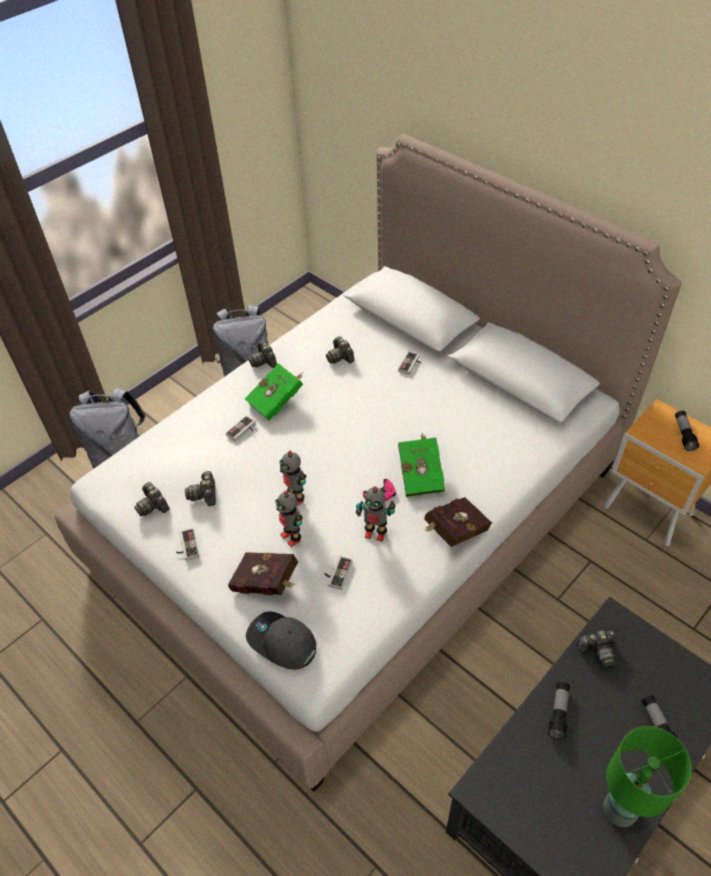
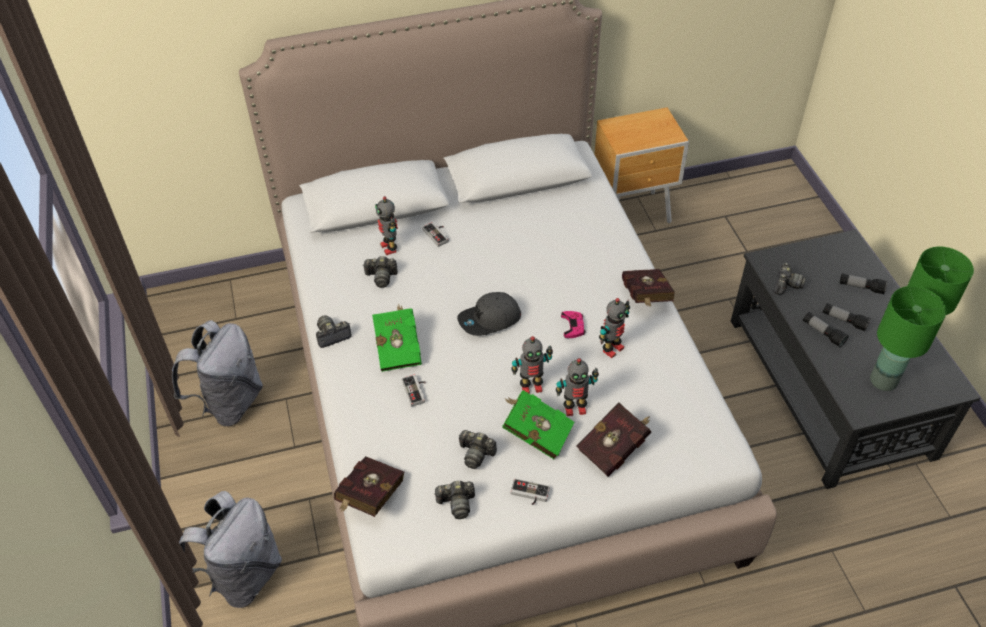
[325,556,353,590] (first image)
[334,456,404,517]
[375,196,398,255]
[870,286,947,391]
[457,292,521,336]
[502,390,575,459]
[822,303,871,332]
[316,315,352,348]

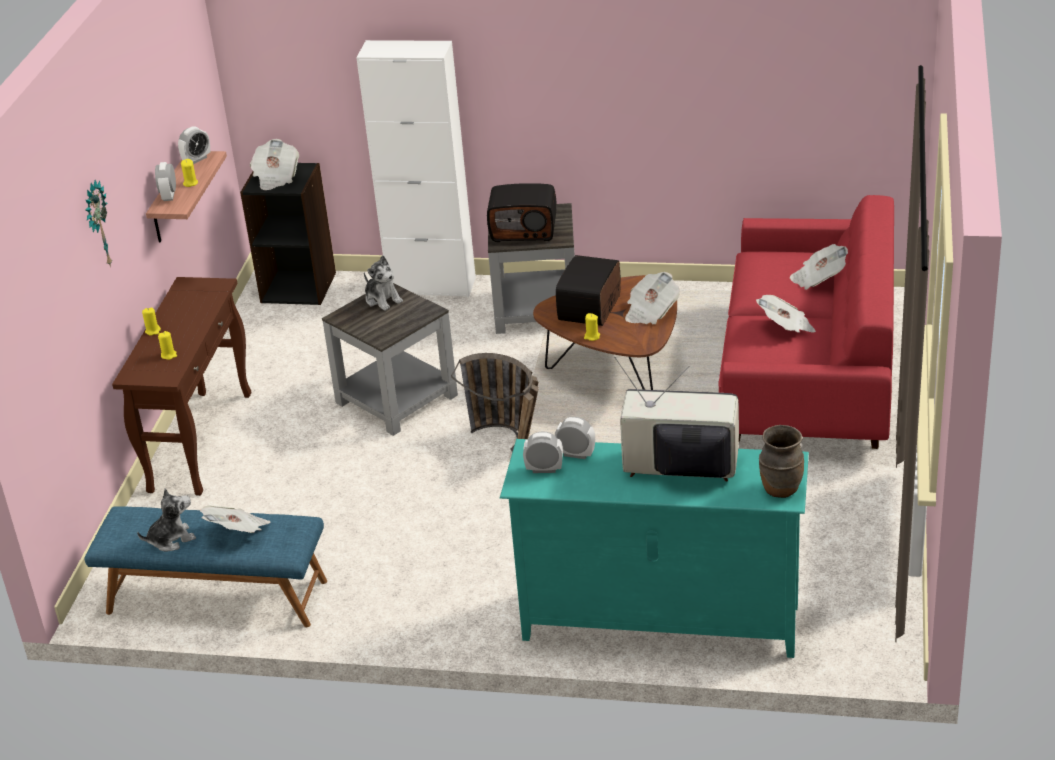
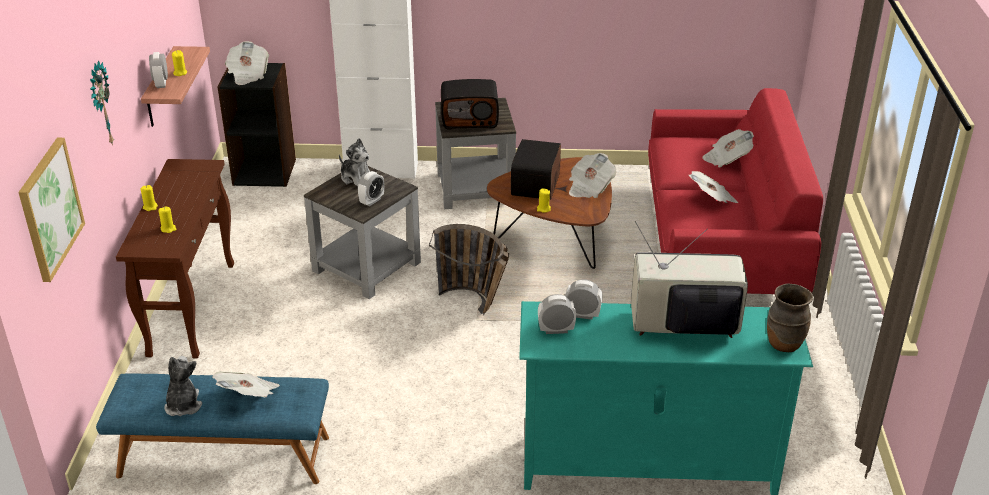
[18,138,85,282]
[358,171,384,206]
[164,356,202,416]

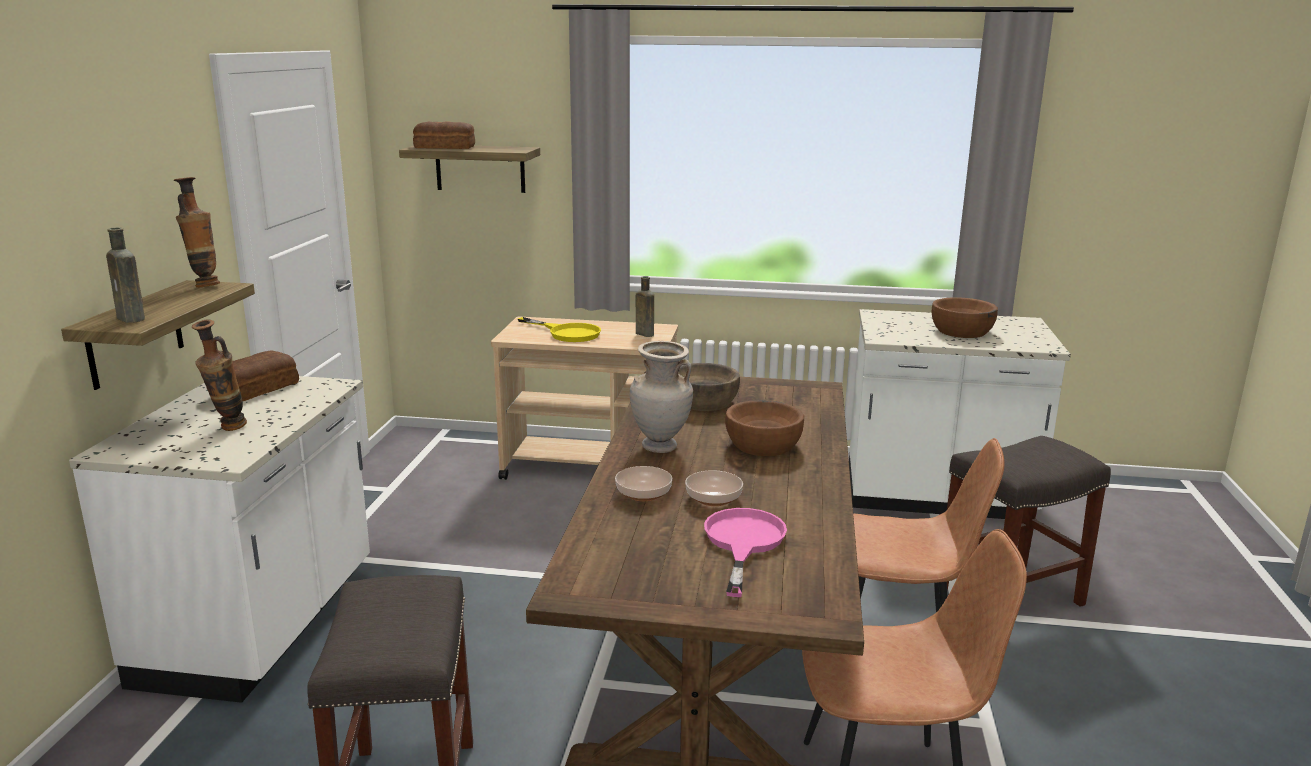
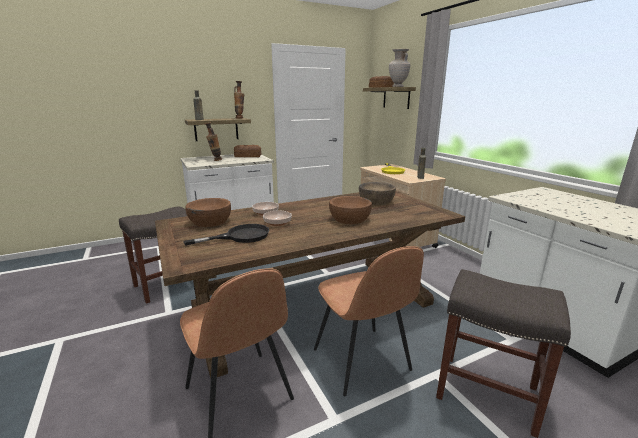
[389,49,410,87]
[185,198,231,227]
[183,224,269,246]

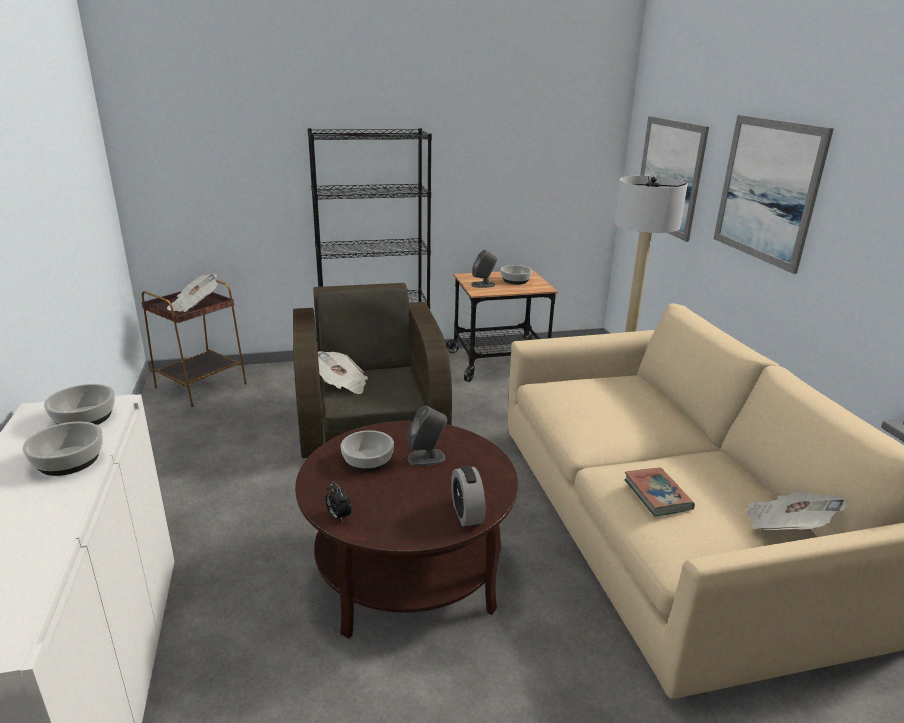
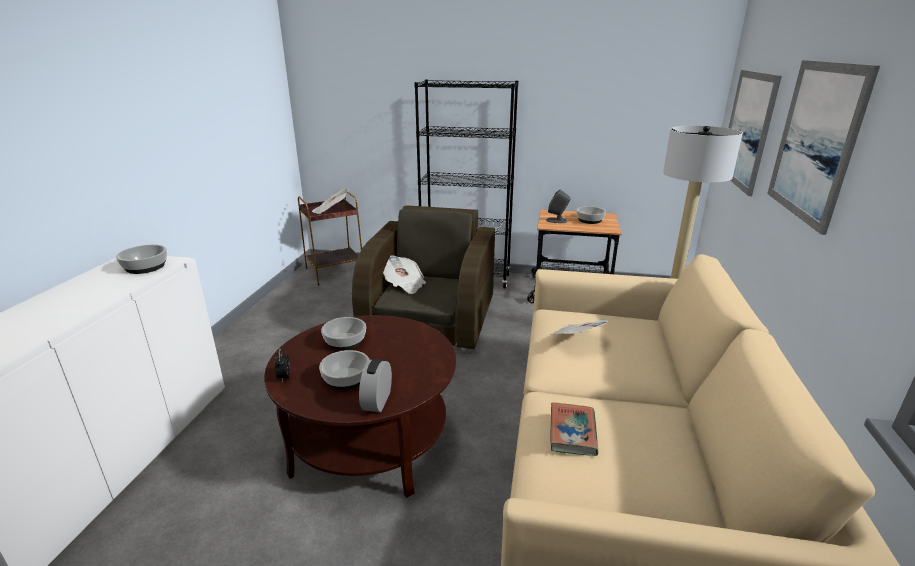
[407,406,447,466] (first image)
[319,350,370,390]
[549,319,610,335]

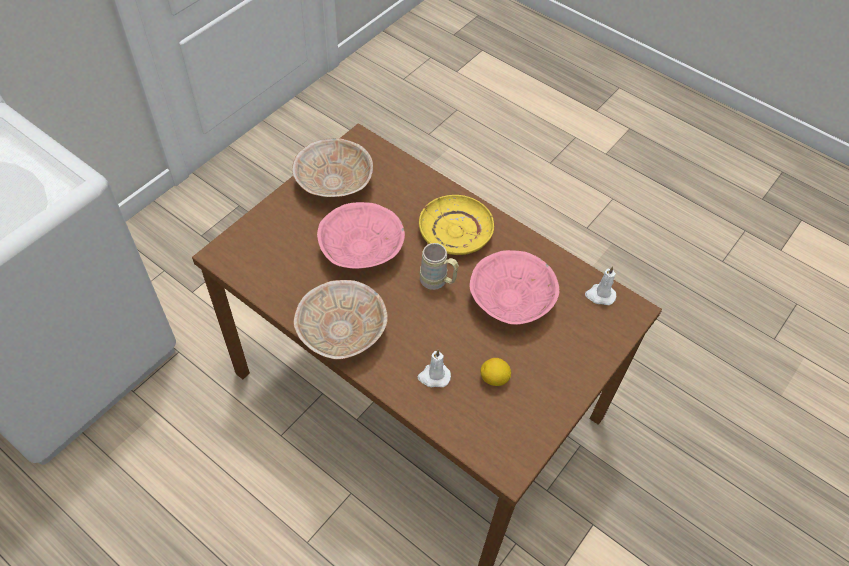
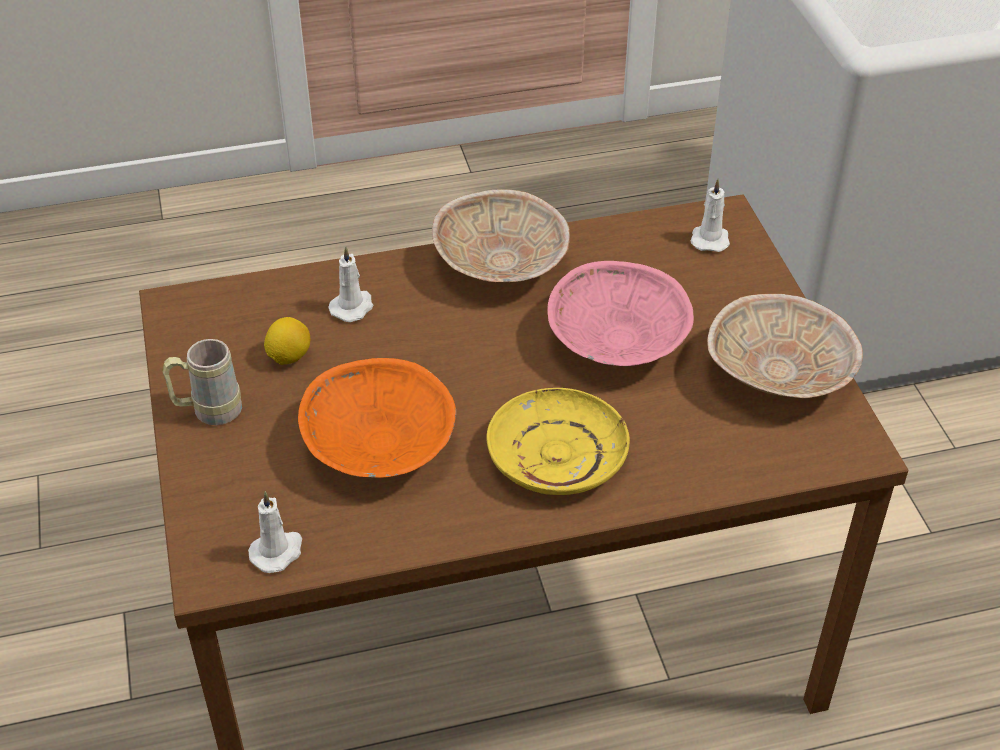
[691,179,730,252]
[162,339,242,425]
[298,358,456,478]

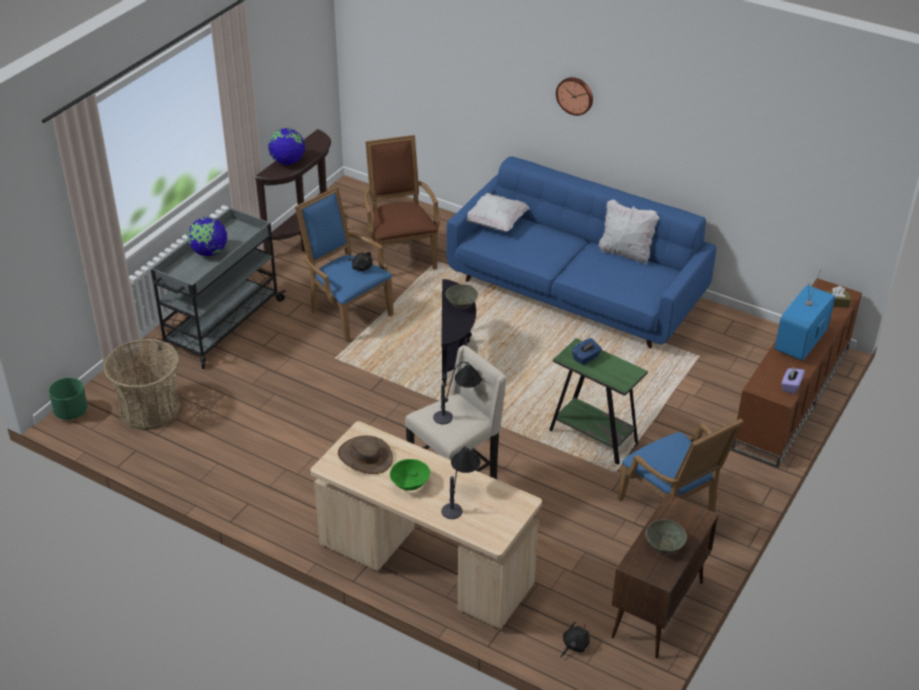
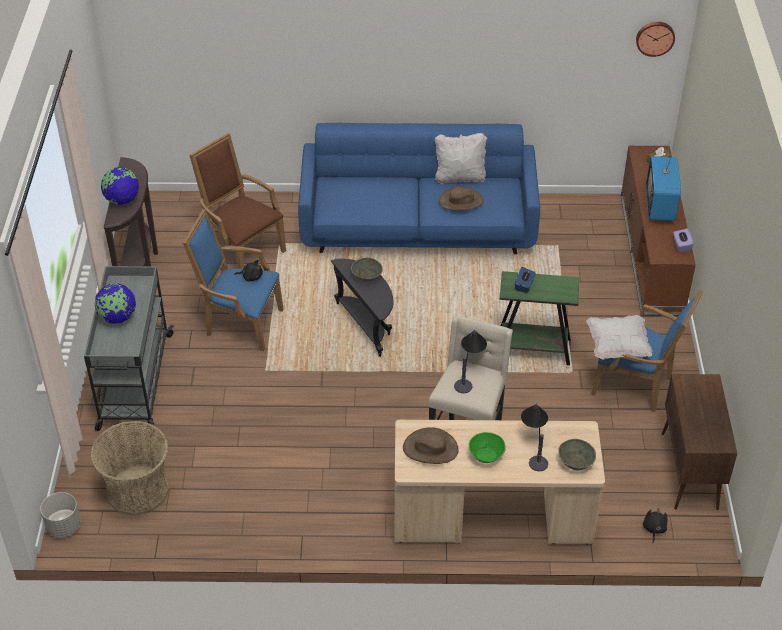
[439,186,484,211]
[586,315,652,360]
[636,22,675,57]
[559,439,596,470]
[40,492,81,538]

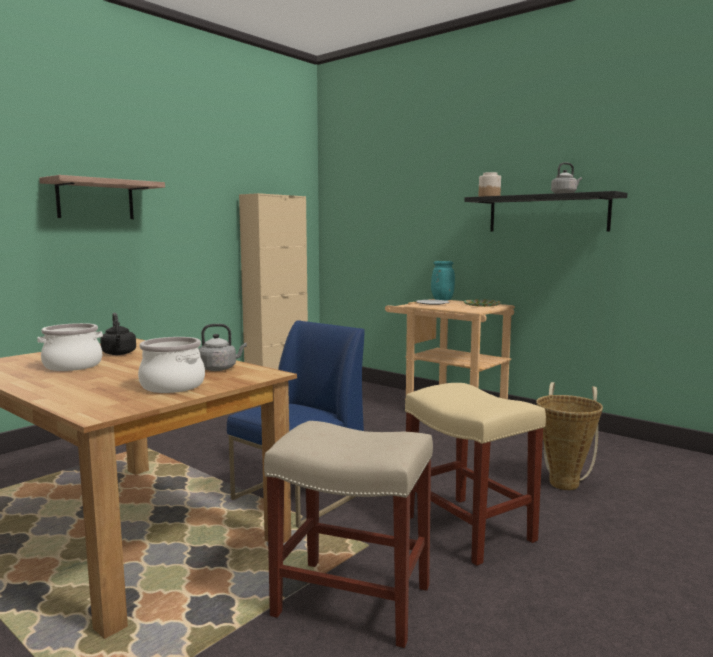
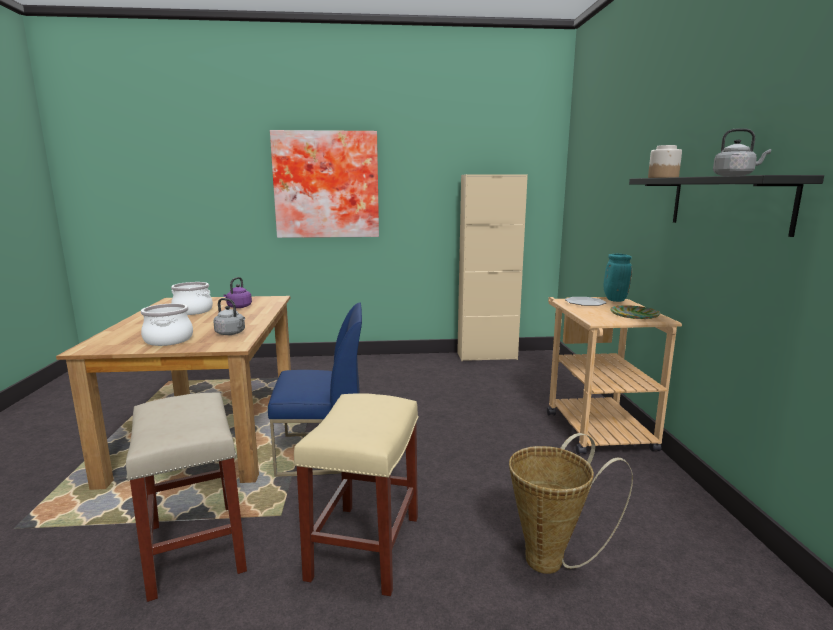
[270,130,379,238]
[223,277,252,308]

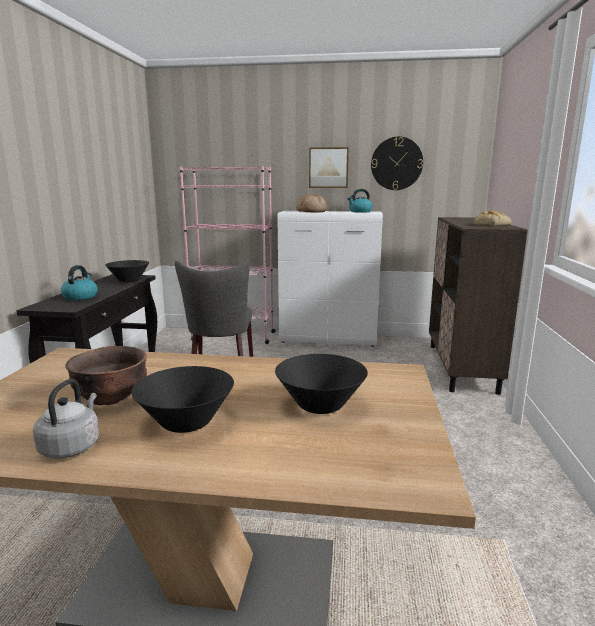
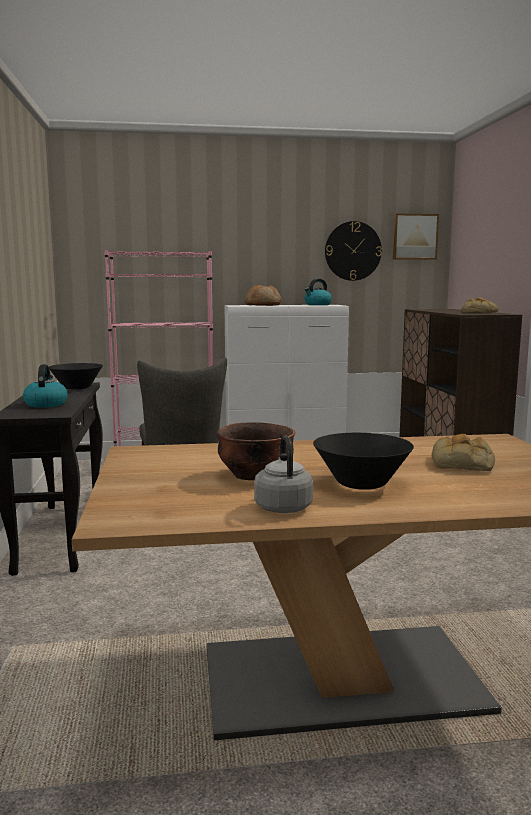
[393,213,439,260]
[432,434,495,471]

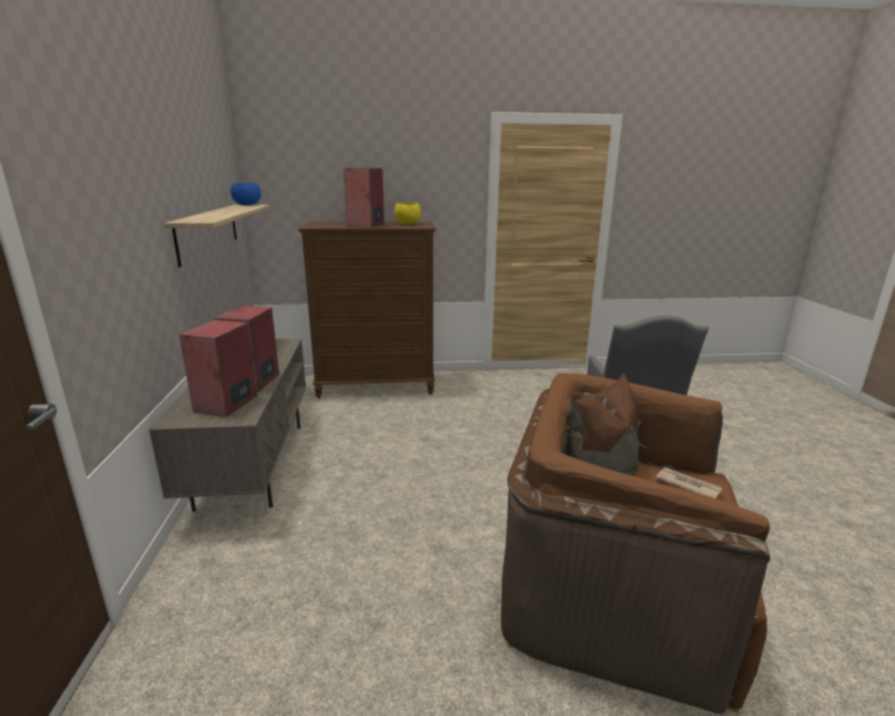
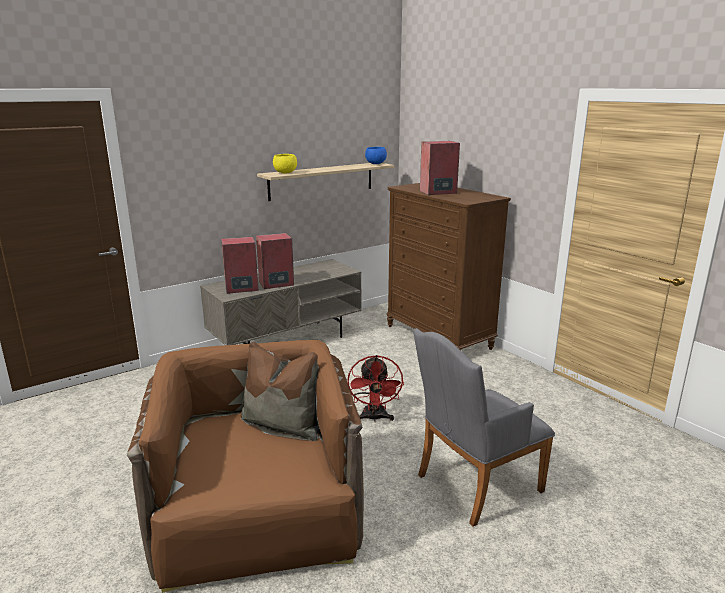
[655,467,723,498] (first image)
[347,355,404,422]
[273,154,297,174]

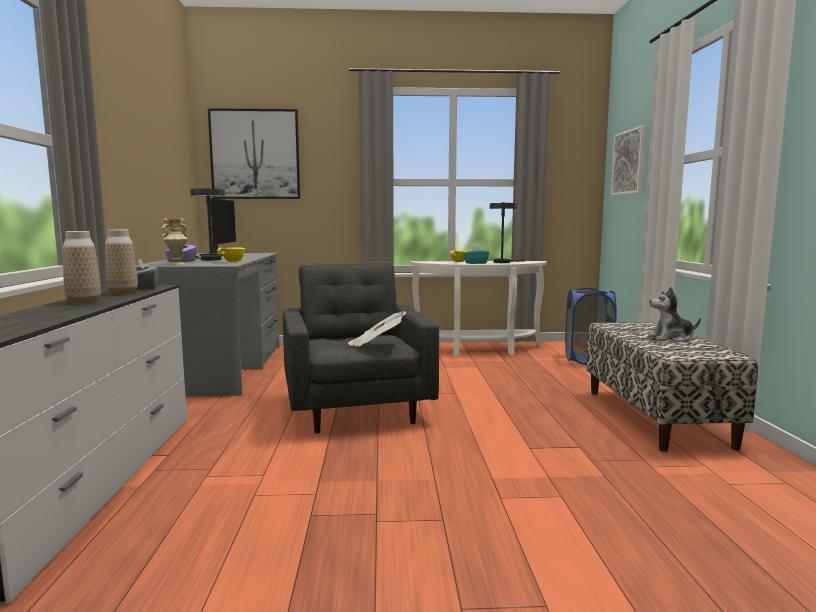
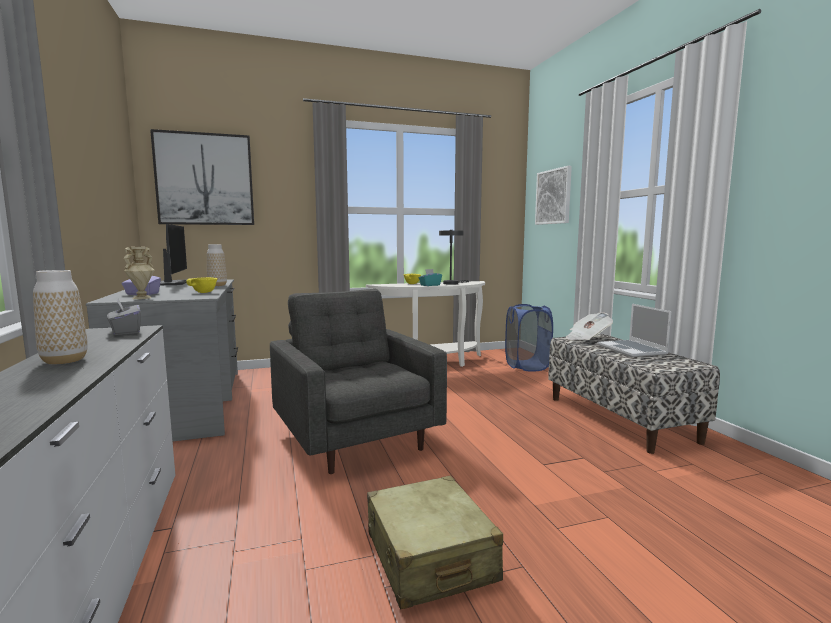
[190,188,225,261] (first image)
[367,476,503,609]
[207,244,227,286]
[565,312,613,340]
[598,304,671,357]

